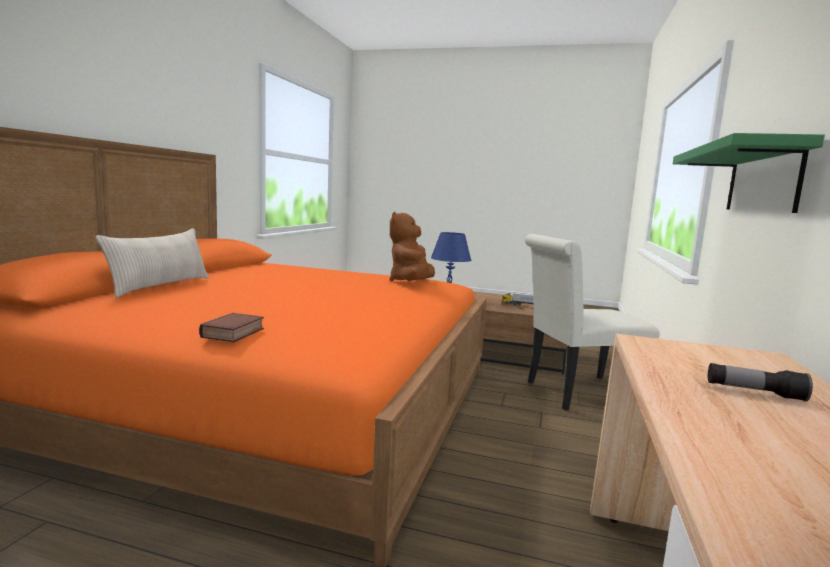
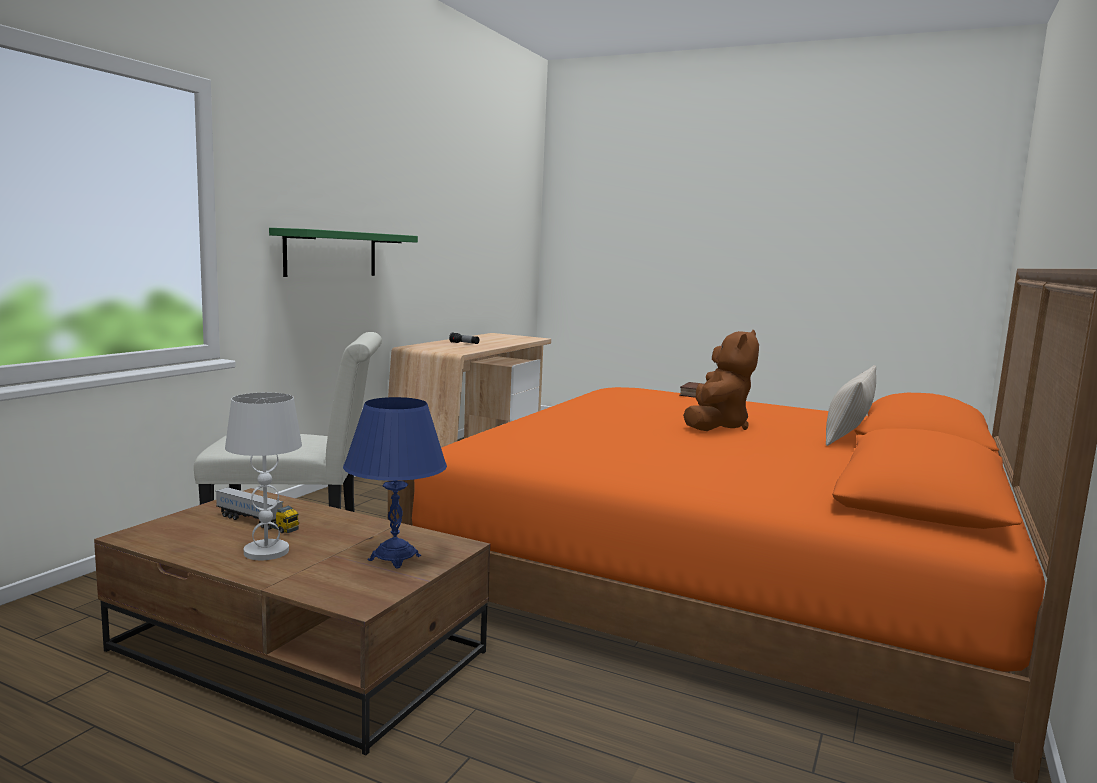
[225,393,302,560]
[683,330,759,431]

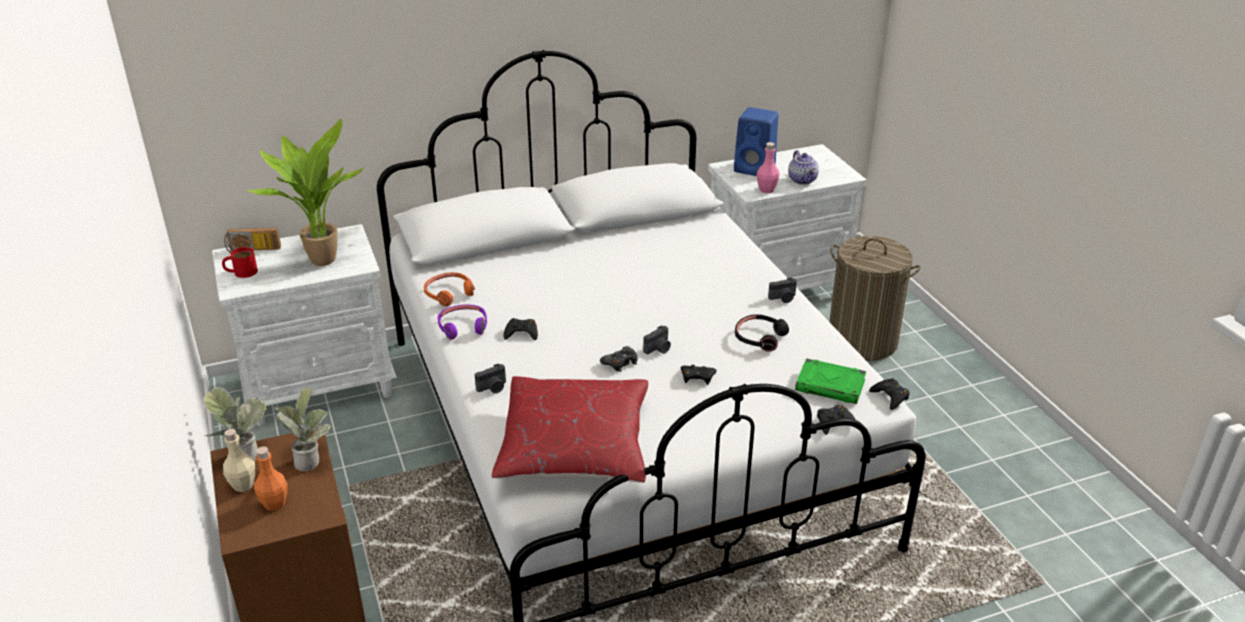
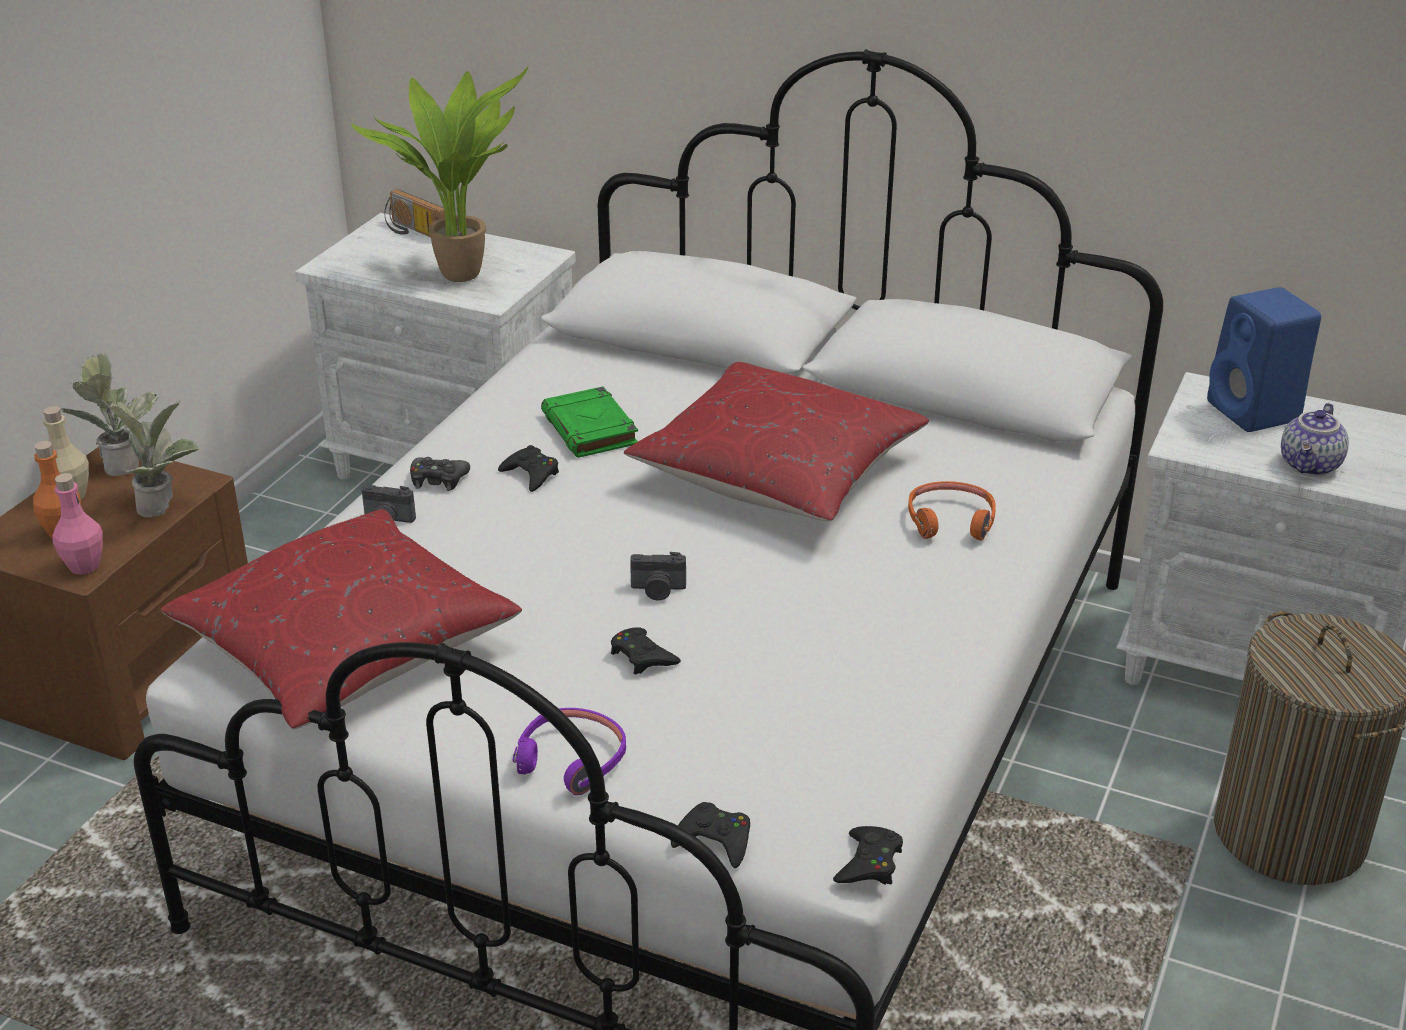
[222,247,258,278] (first image)
[735,314,789,352] (first image)
[768,277,797,303] (first image)
[624,362,929,521]
[908,481,996,541]
[513,708,626,795]
[410,457,470,491]
[52,473,103,575]
[541,386,638,458]

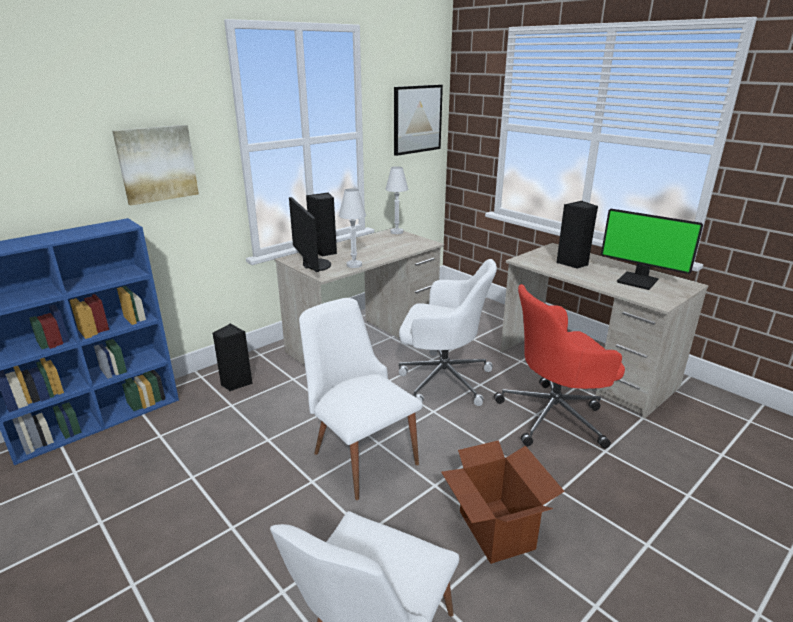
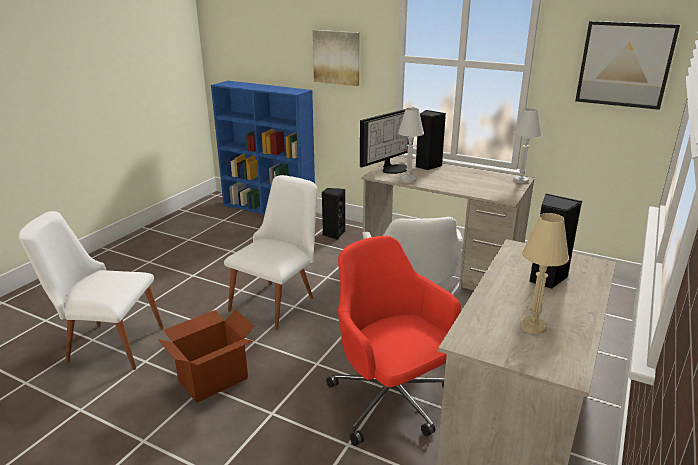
[520,213,569,334]

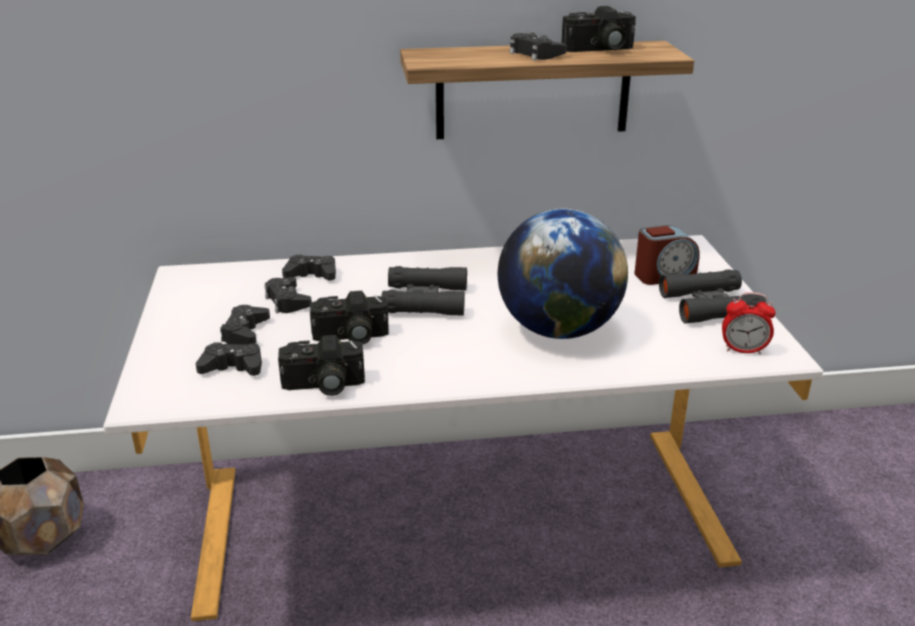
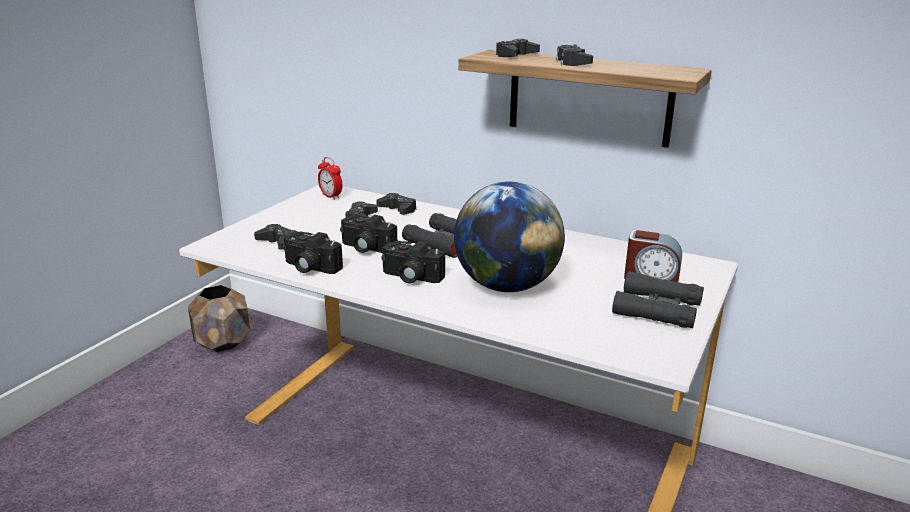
[496,39,540,57]
[381,241,445,284]
[318,157,342,200]

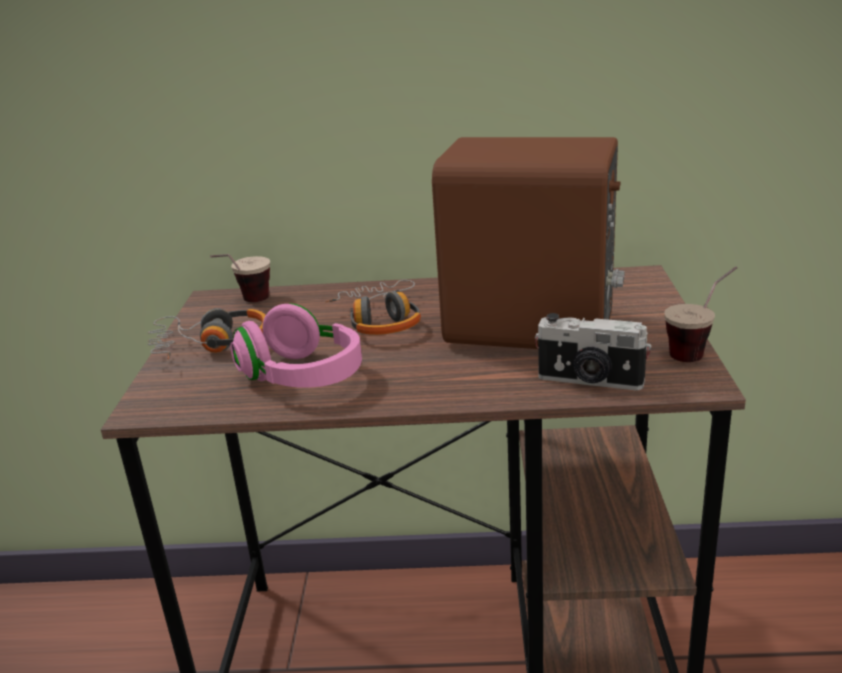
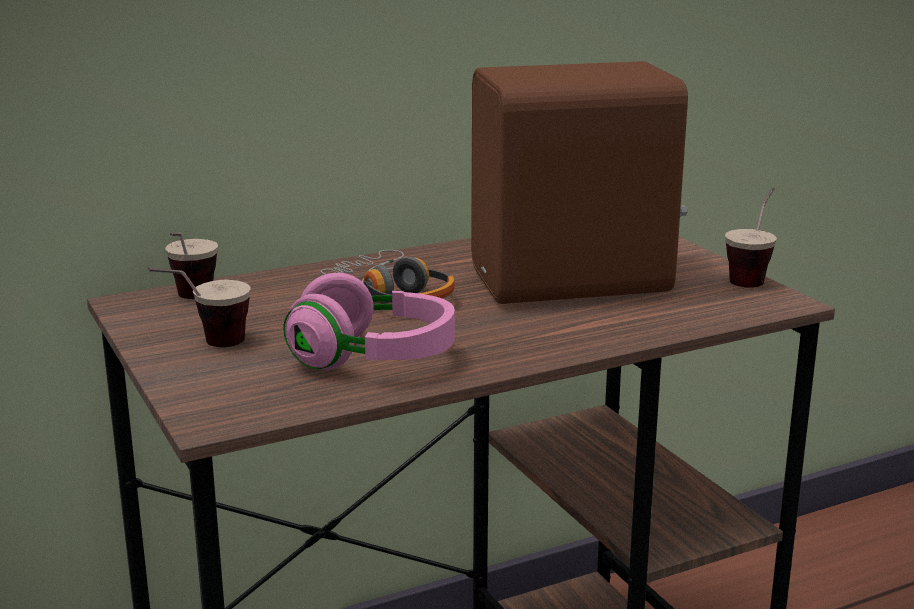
[535,313,651,391] (first image)
[148,268,250,347]

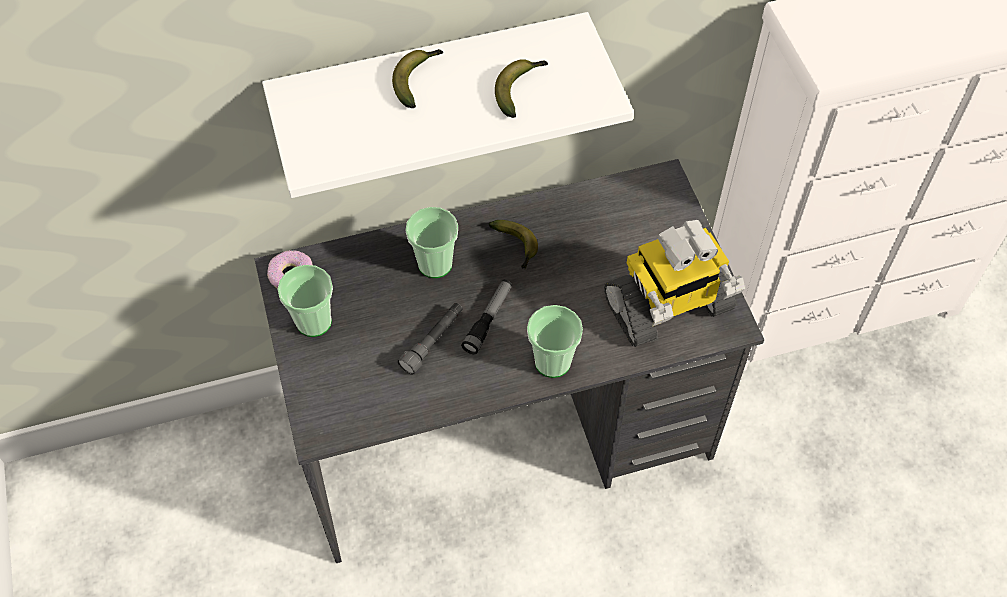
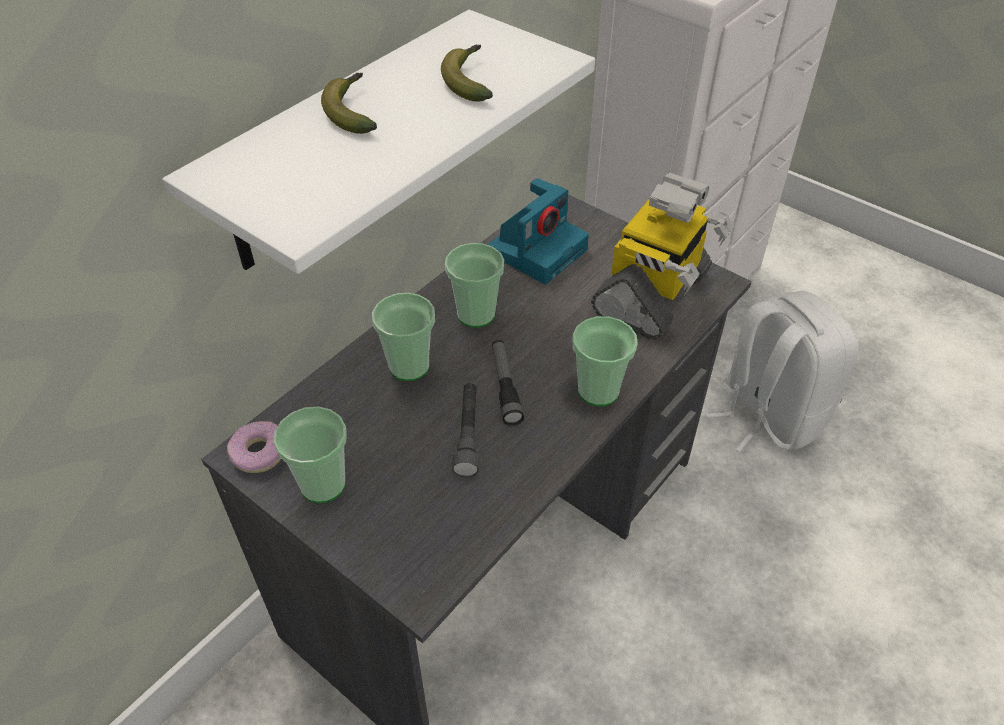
[487,178,589,284]
[705,291,859,452]
[445,243,504,327]

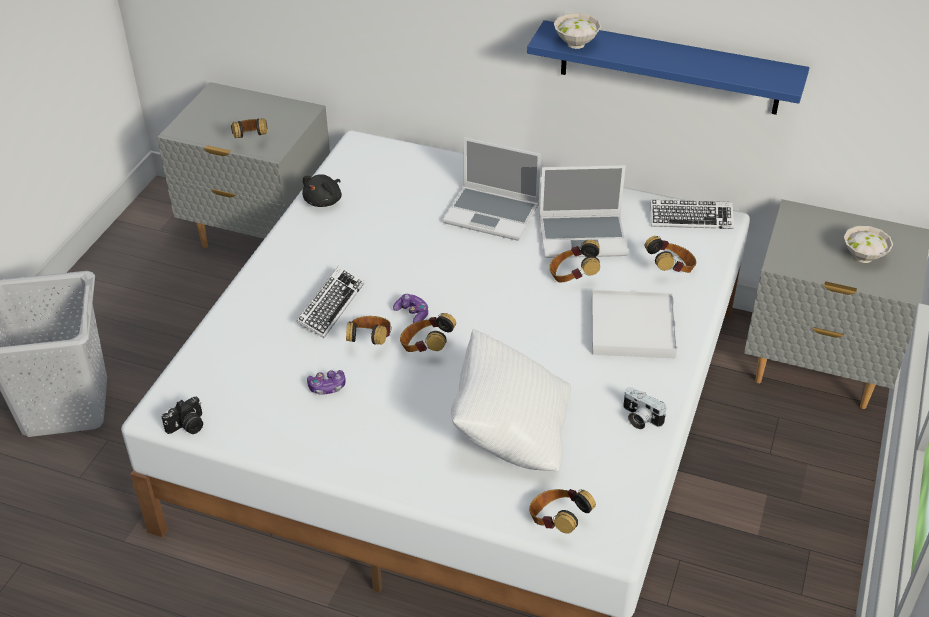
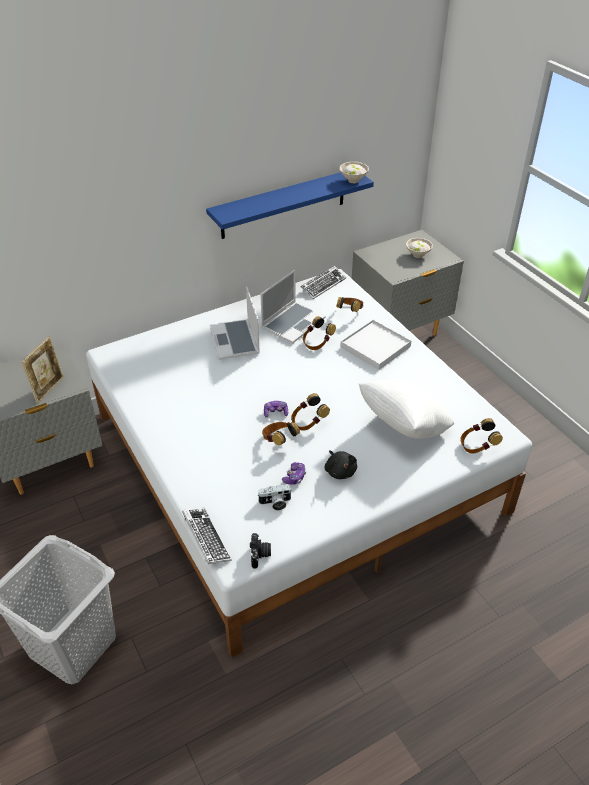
[182,508,232,564]
[325,450,357,479]
[340,162,369,183]
[257,484,291,510]
[21,337,64,403]
[210,287,260,360]

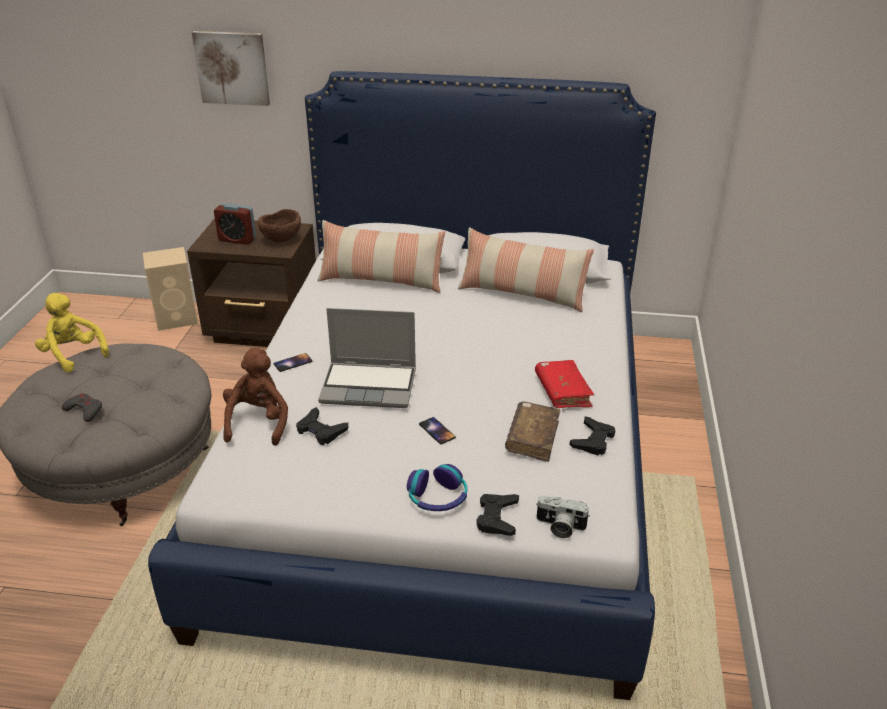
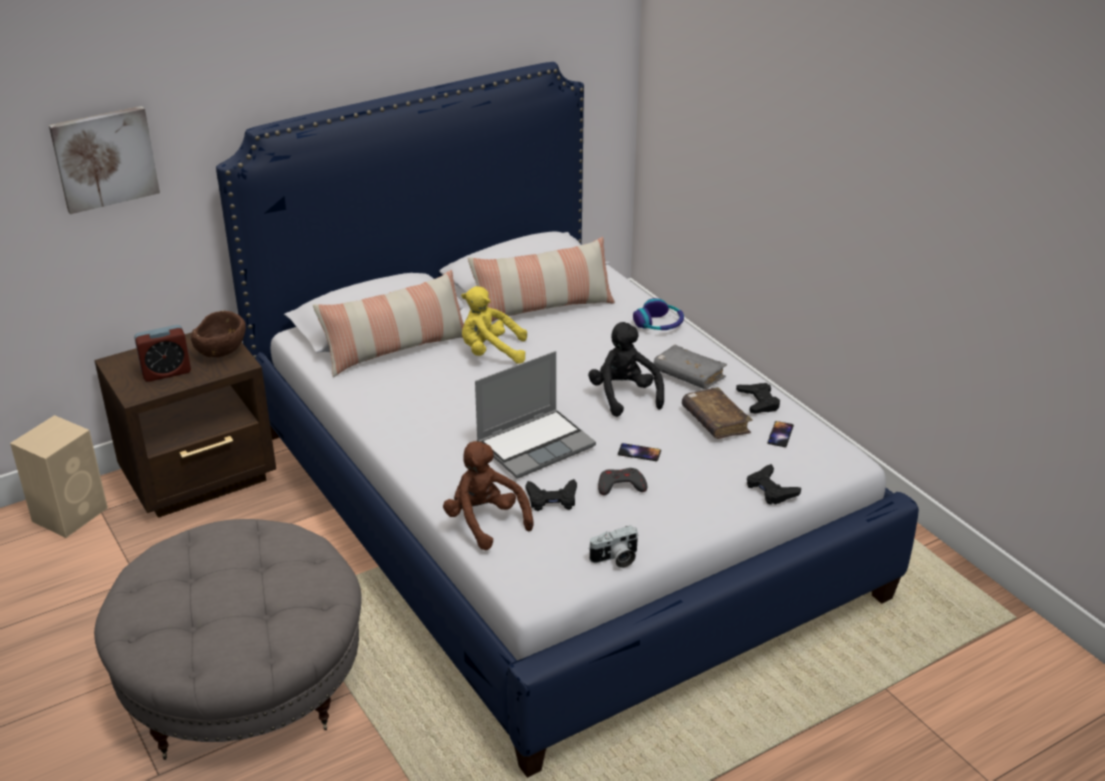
[588,322,664,417]
[461,286,527,364]
[598,468,647,495]
[768,421,794,447]
[633,298,684,330]
[588,525,639,568]
[653,345,727,389]

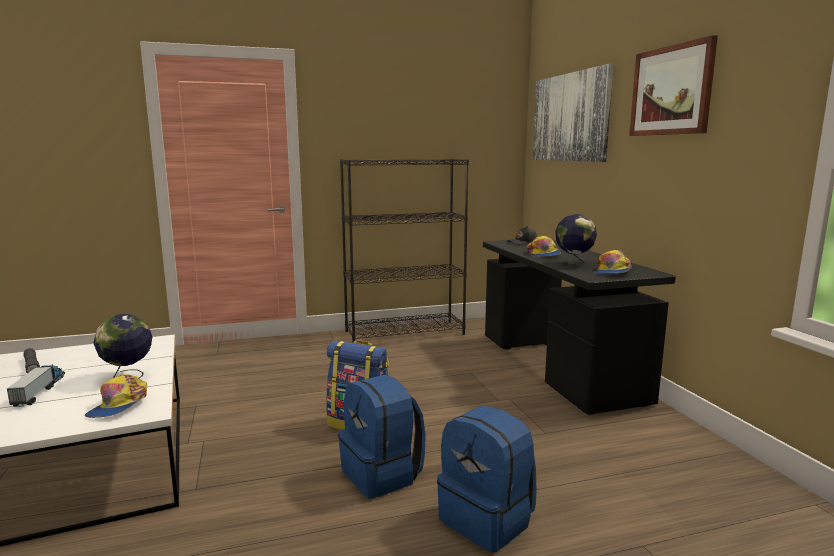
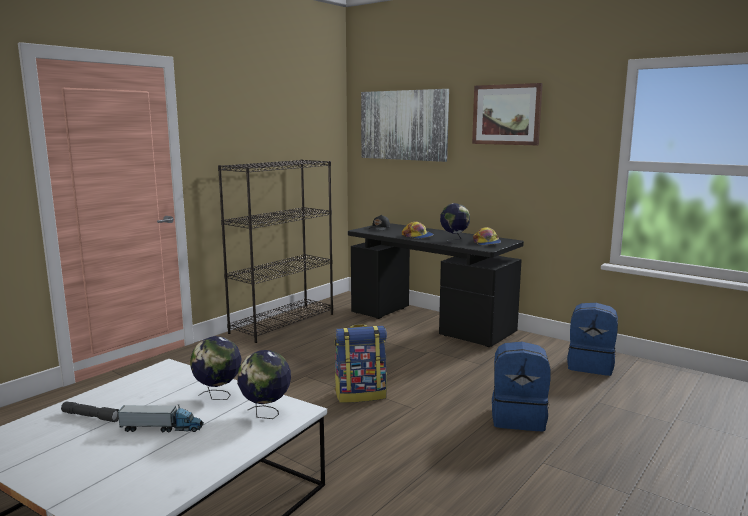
[567,303,618,376]
[237,350,291,419]
[117,404,204,432]

